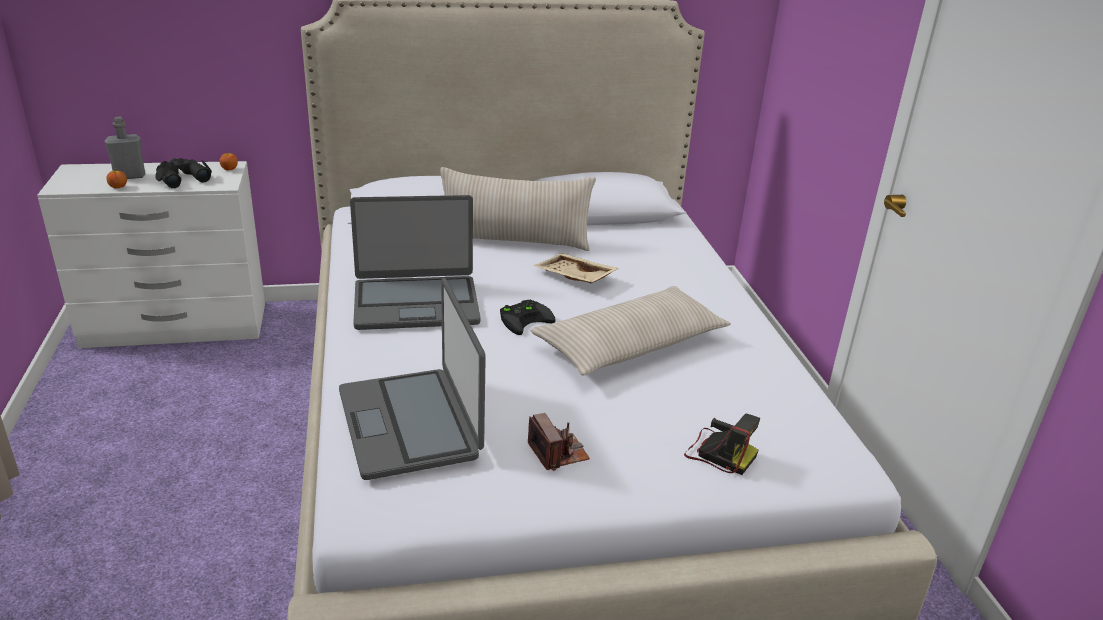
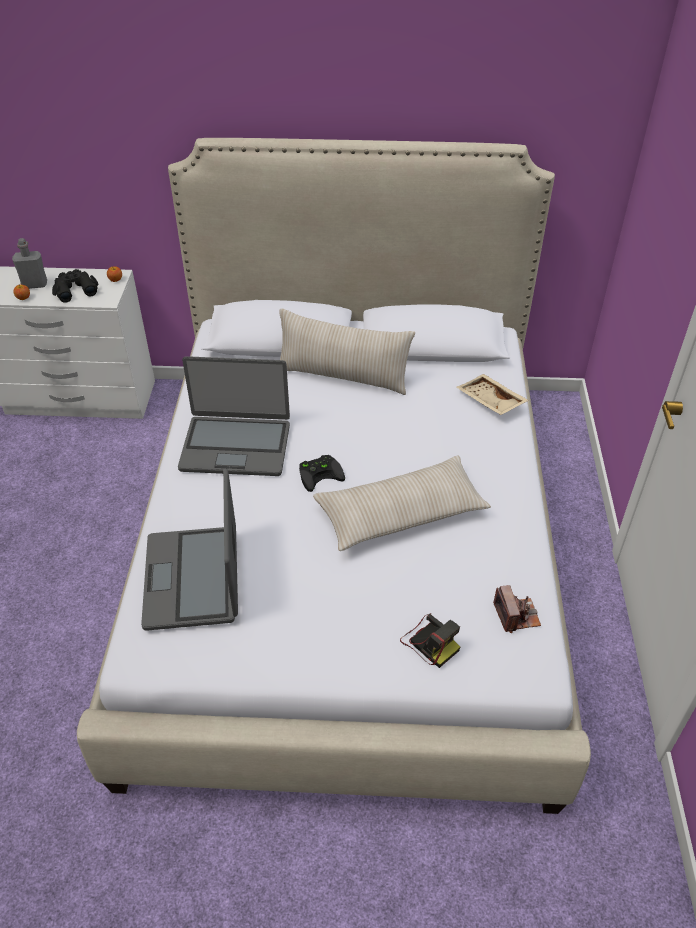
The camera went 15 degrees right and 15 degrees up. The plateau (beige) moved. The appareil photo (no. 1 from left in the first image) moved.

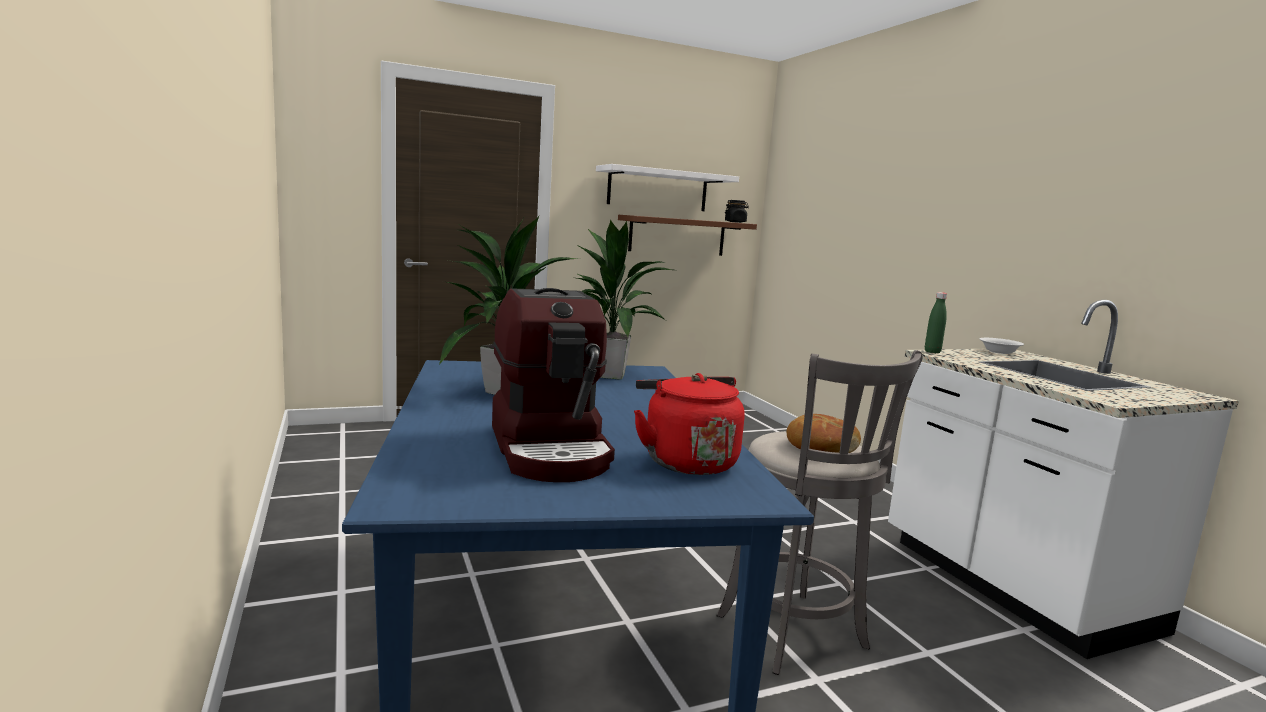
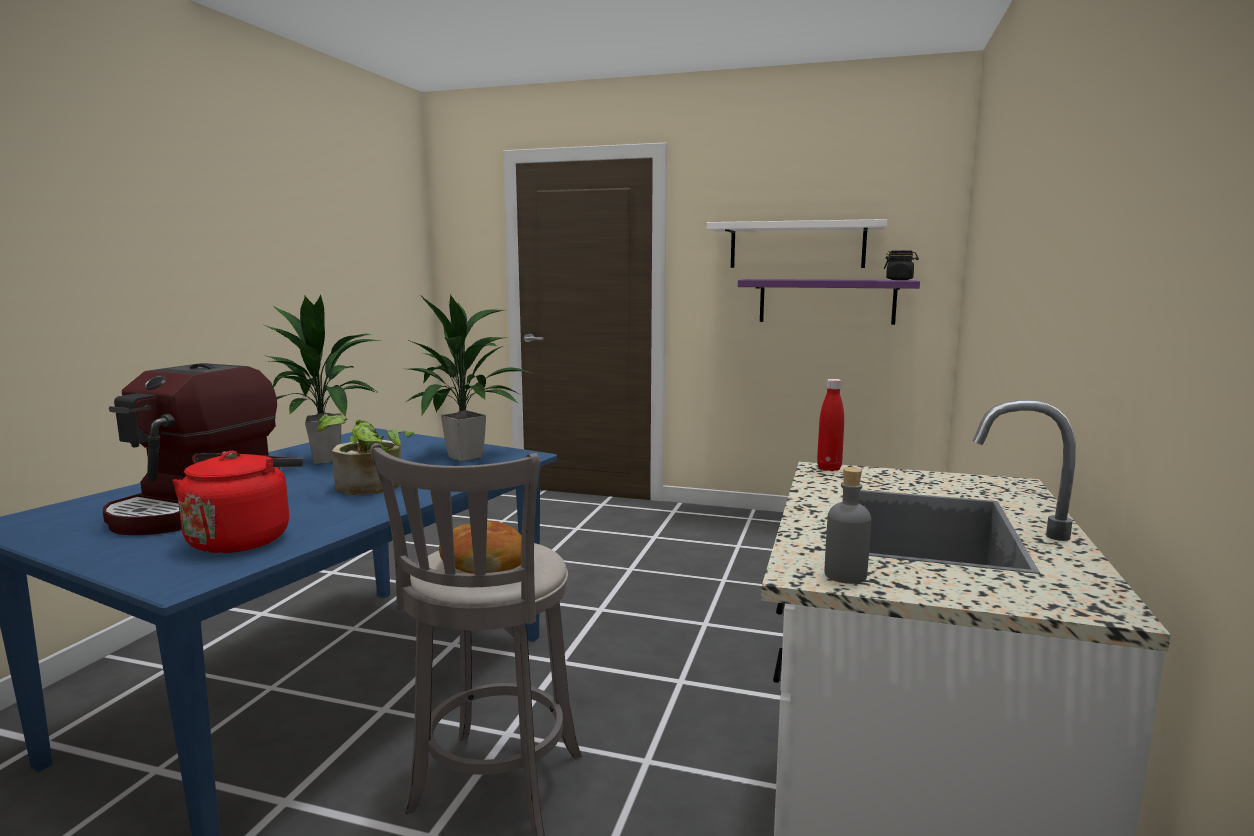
The camera went 40 degrees right and 0 degrees up. The étagère (marron) became the étagère (violet). The bouteille (vert) became the bouteille (rouge). The bol (blanc) disappeared. The plante en pot (no. 2 from left) appeared. The bouteille (gris) appeared.

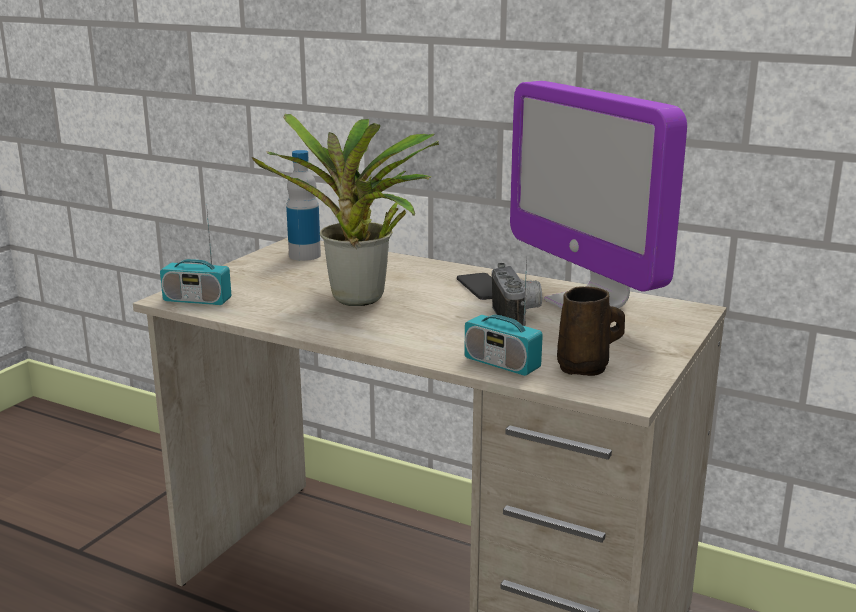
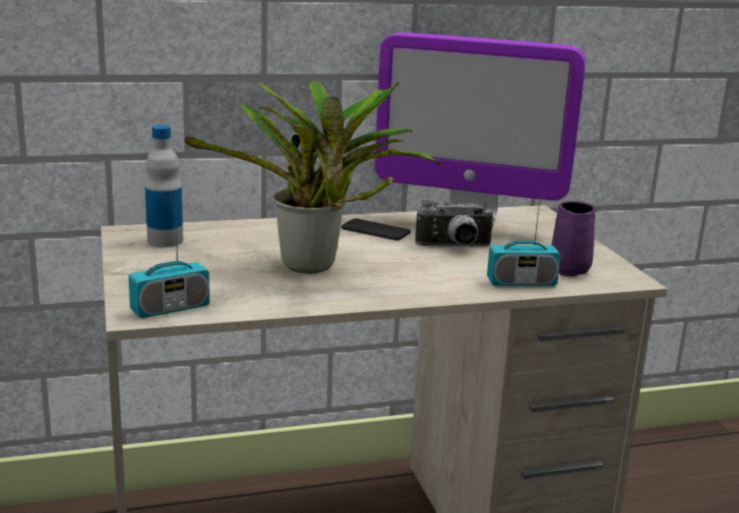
The camera went 45 degrees left and 0 degrees up. The appareil photo turned 135 degrees clockwise. The mug (marron) became the mug (violet).

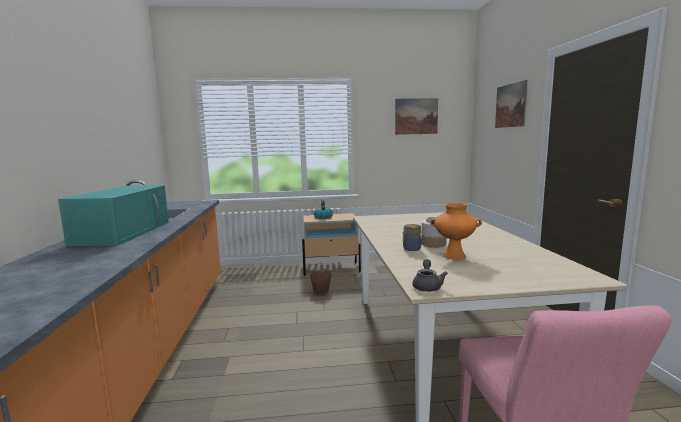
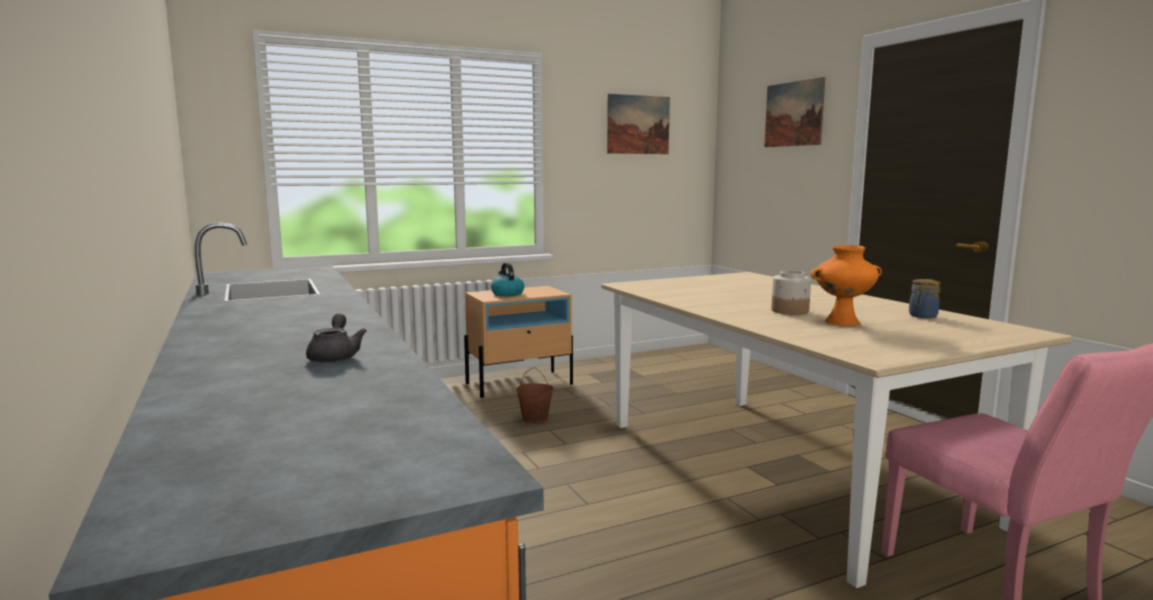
The camera went 20 degrees left and 0 degrees up. The micro-ondes (turquoise) disappeared. The bocal (no. 1 from left in the first image) moved. The théière (gris) moved.

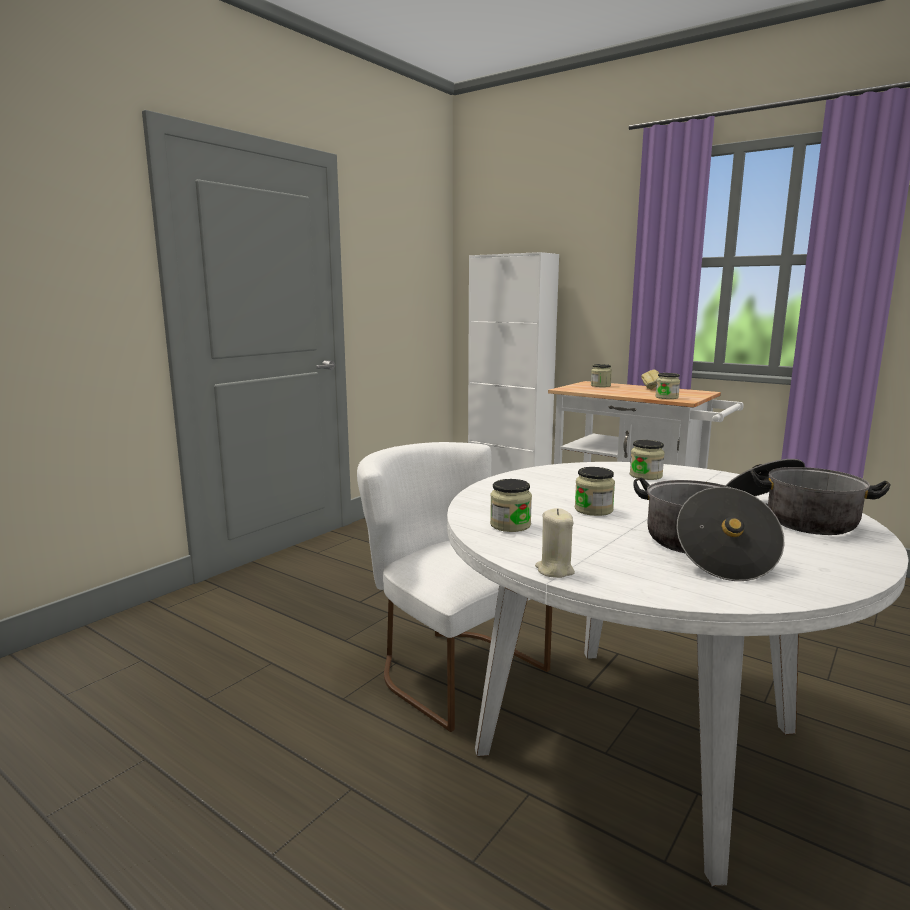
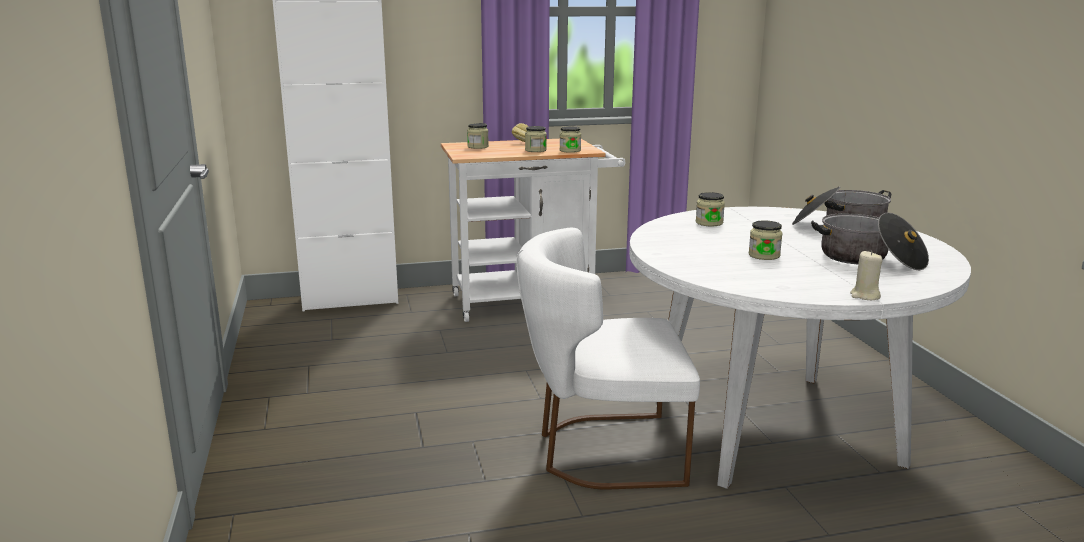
The camera went 50 degrees left and 5 degrees up. The bocal (no. 1 from left in the first image) moved.

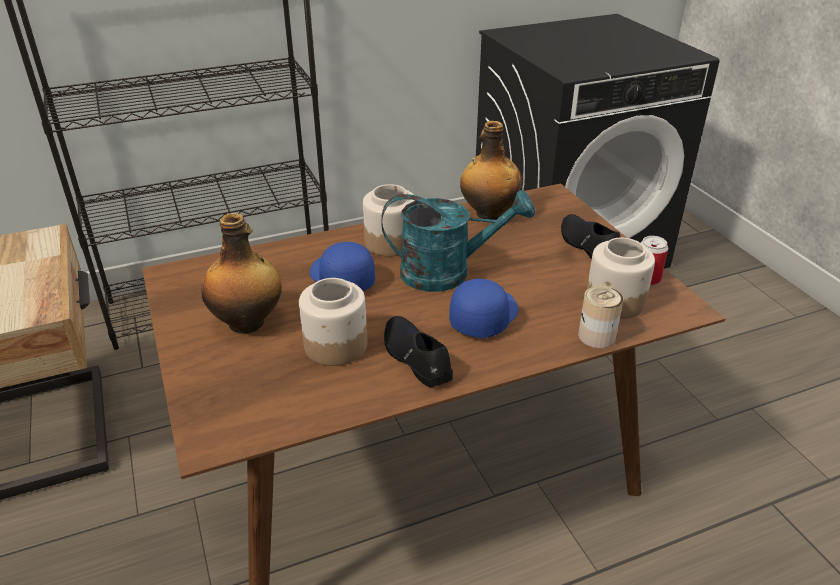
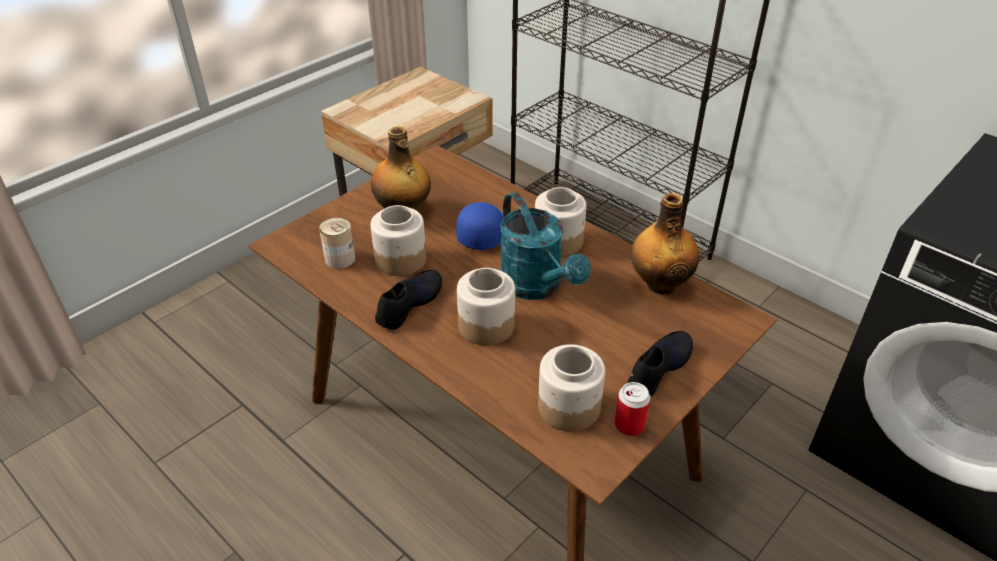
The camera went 65 degrees right and 5 degrees up. The casquette (bleu) (no. 2 from left) was replaced by the bocal (no. 2 from left). The boîte métallique (no. 1 from left) moved.

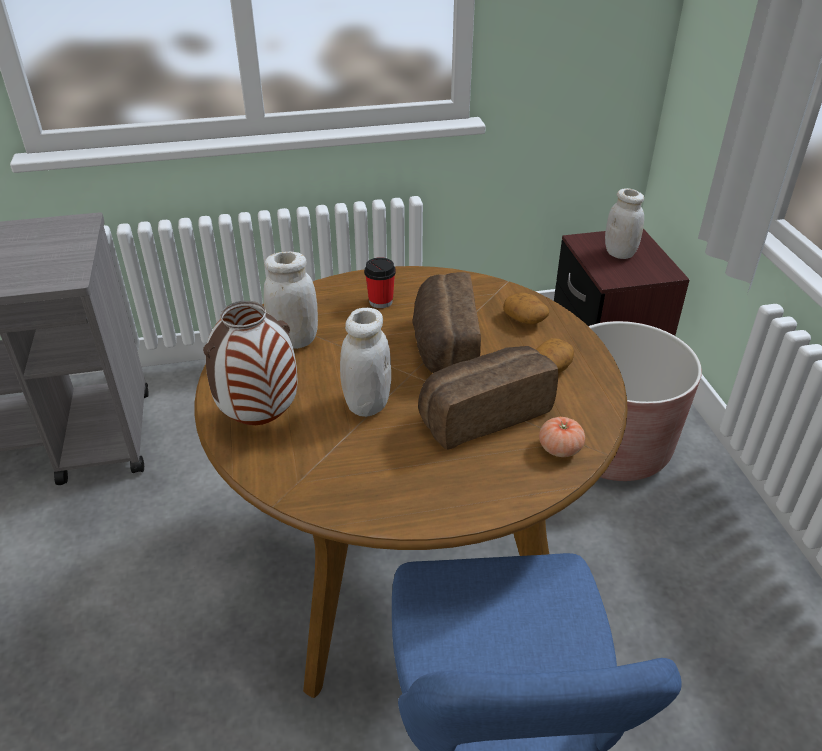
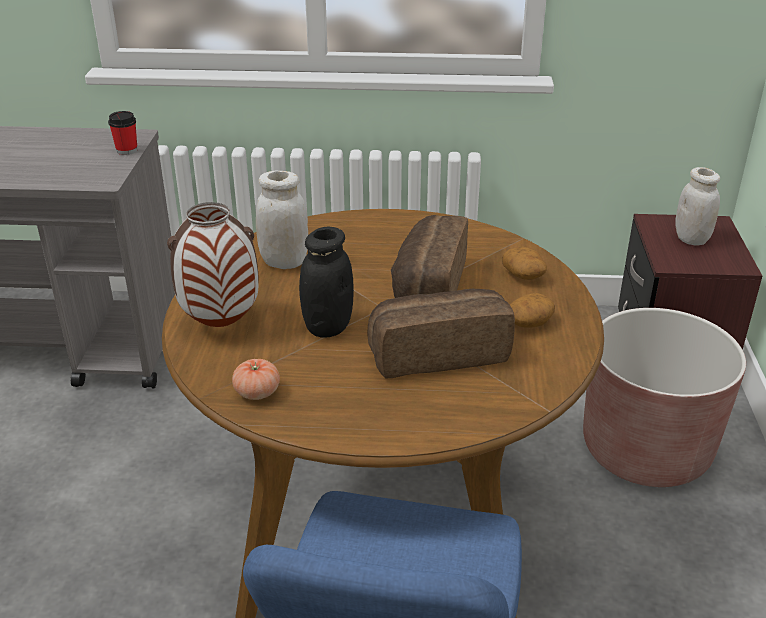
The camera went 15 degrees right and 5 degrees down. The tasse moved. The bocal (blanc) (no. 2 from left) became the bocal (noir). The tomate moved.

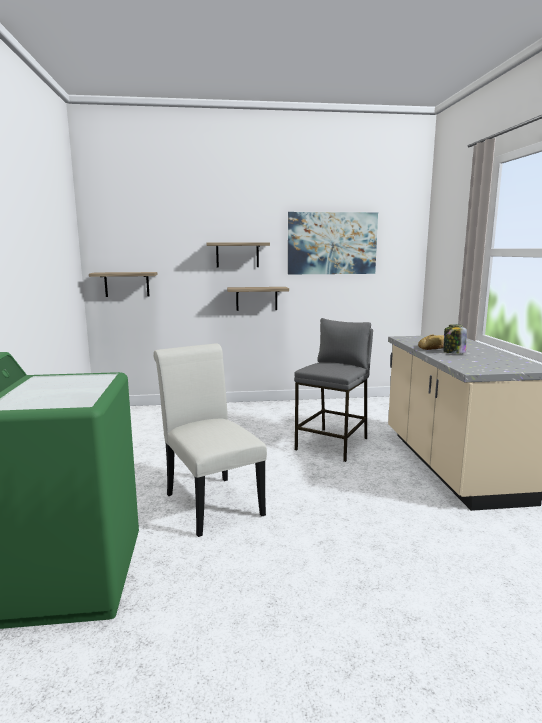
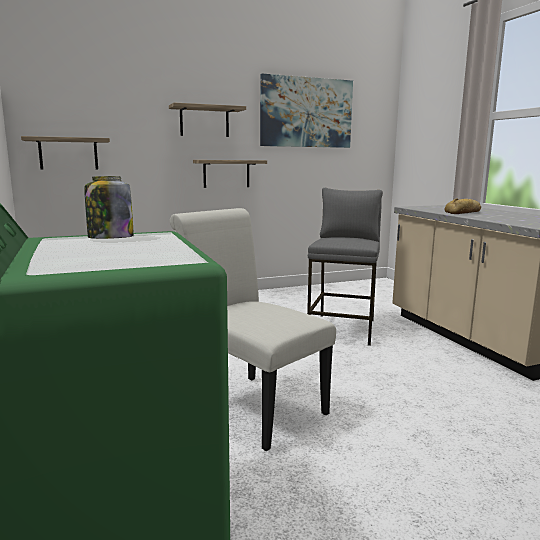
The camera went 15 degrees left and 0 degrees up. The bocal moved.

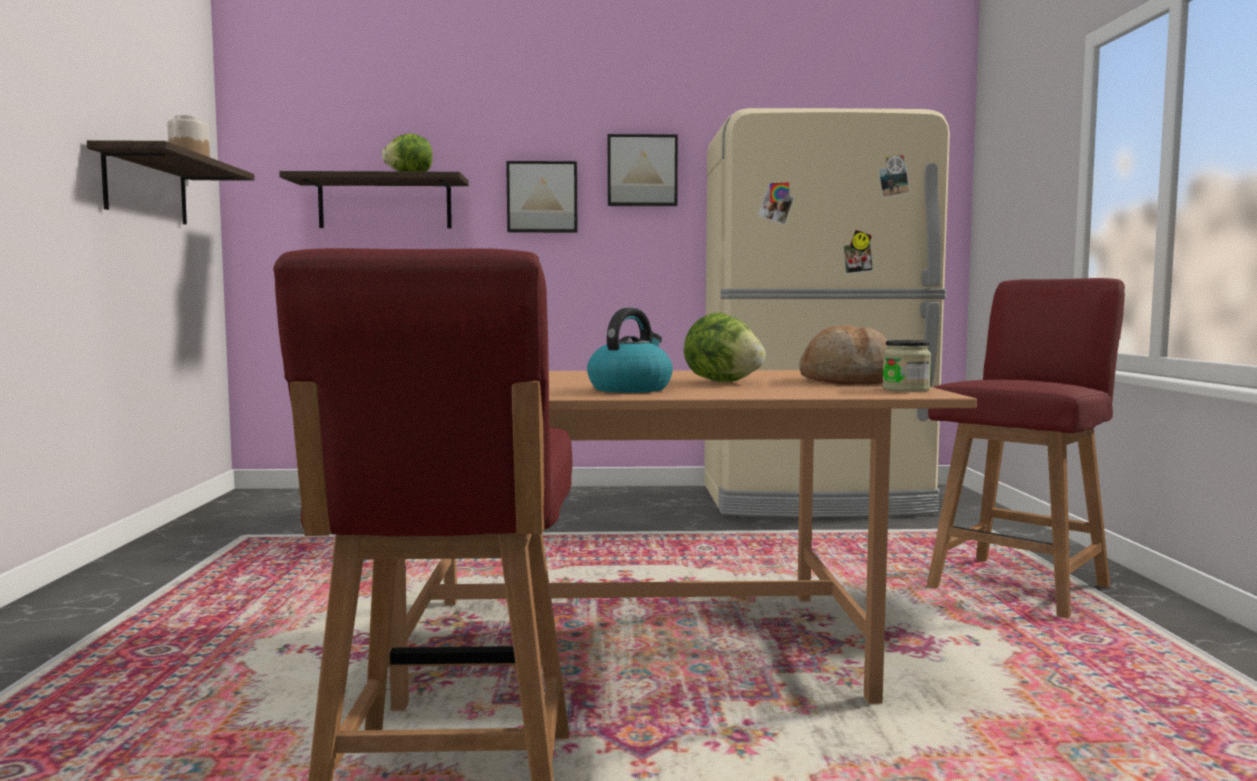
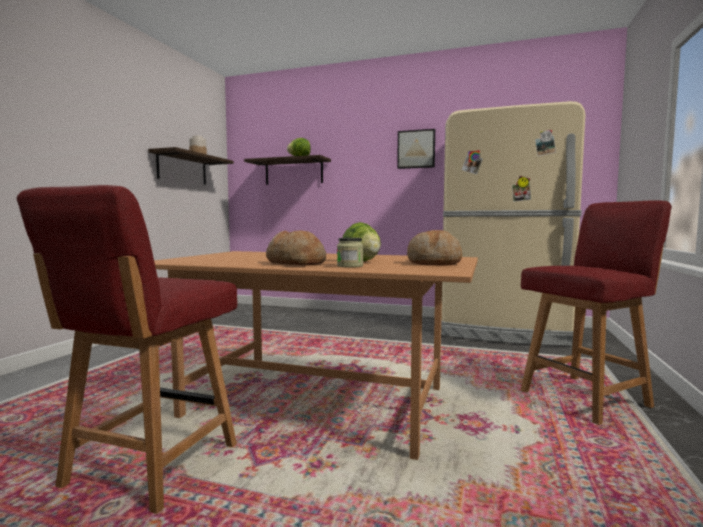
The camera went 20 degrees right and 0 degrees up. The tableau (no. 1 from left) disappeared. The bouilloire was replaced by the pain (no. 1 from left). The bocal (no. 2 from left) moved.

